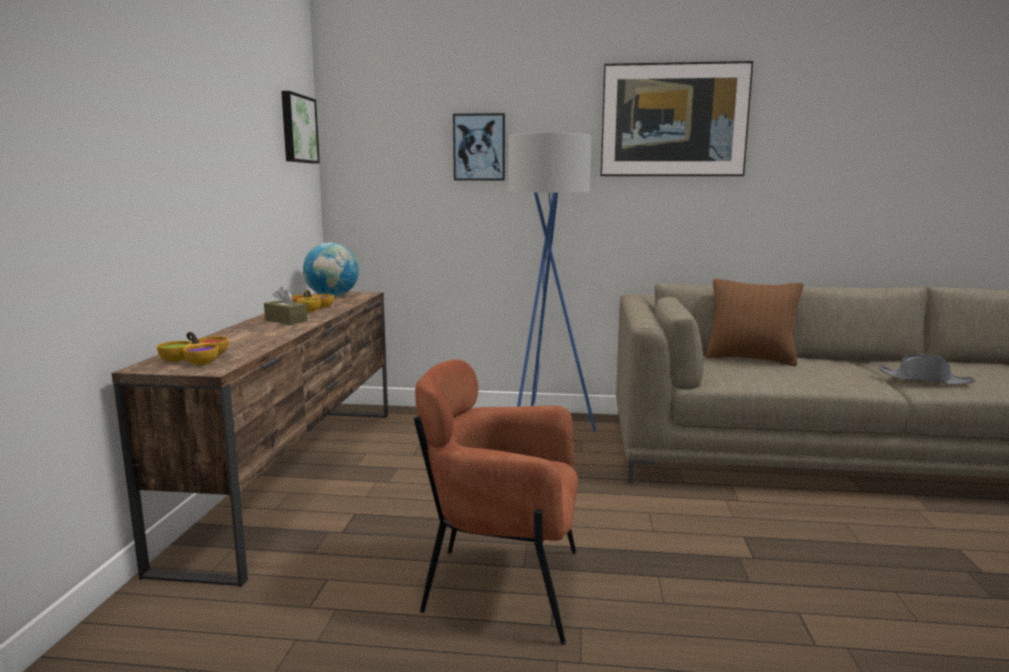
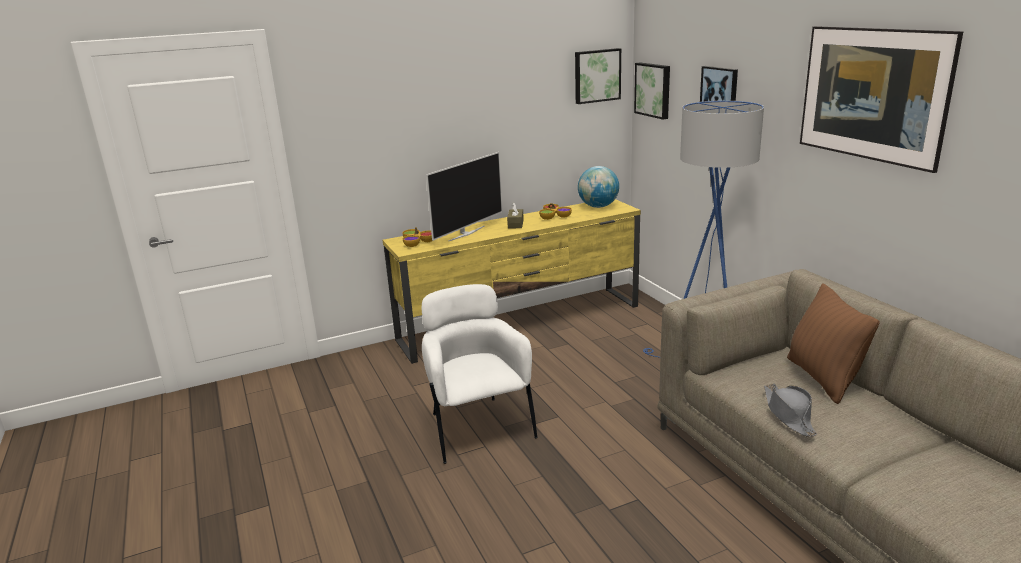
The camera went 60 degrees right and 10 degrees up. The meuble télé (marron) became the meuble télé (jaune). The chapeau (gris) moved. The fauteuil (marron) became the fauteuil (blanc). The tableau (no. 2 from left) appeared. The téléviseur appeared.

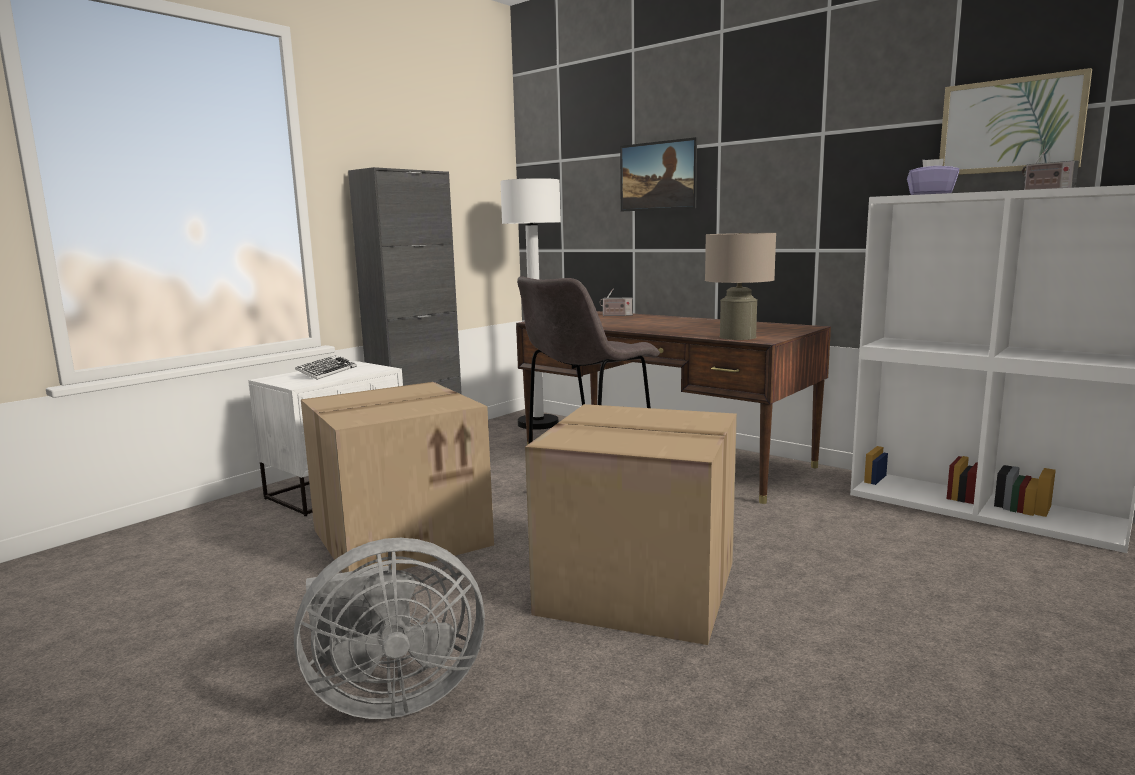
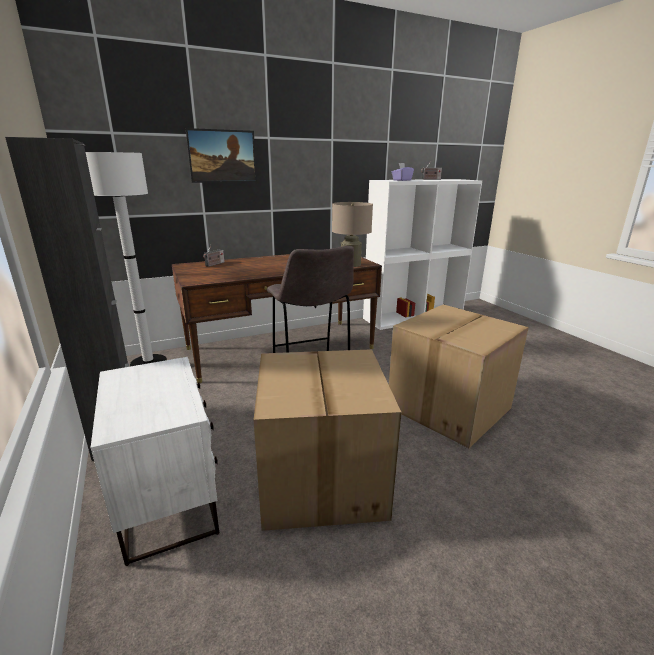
The camera went 65 degrees left and 10 degrees up. The tableau (no. 2 from left) disappeared. The clavier disappeared. The ventilateur (gris) disappeared.

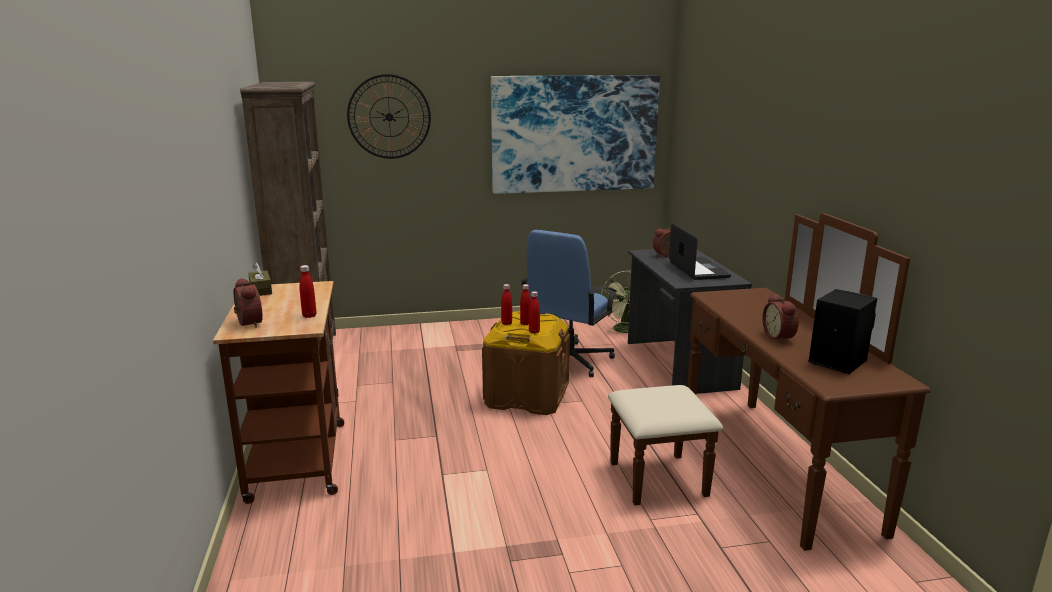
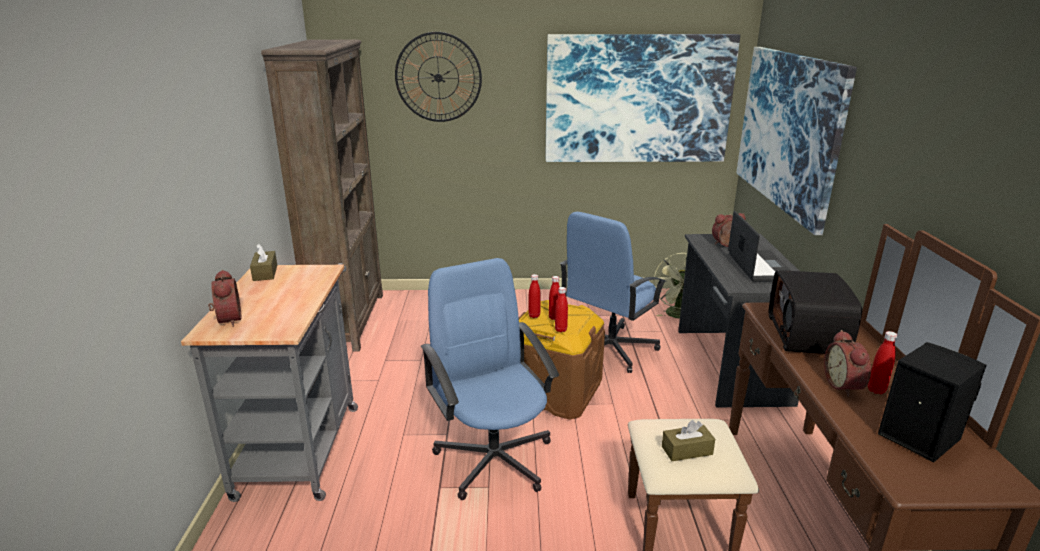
The camera went 10 degrees right and 5 degrees up. The bouteille (rouge) (no. 1 from left in the first image) moved. The chariot (marron) became the chariot (gris). The tableau (no. 2 from left) appeared. The chaise de bureau (bleu) (no. 1 from left) appeared. The radio appeared. The boîte à mouchoirs (marron) (no. 2 from left) appeared.

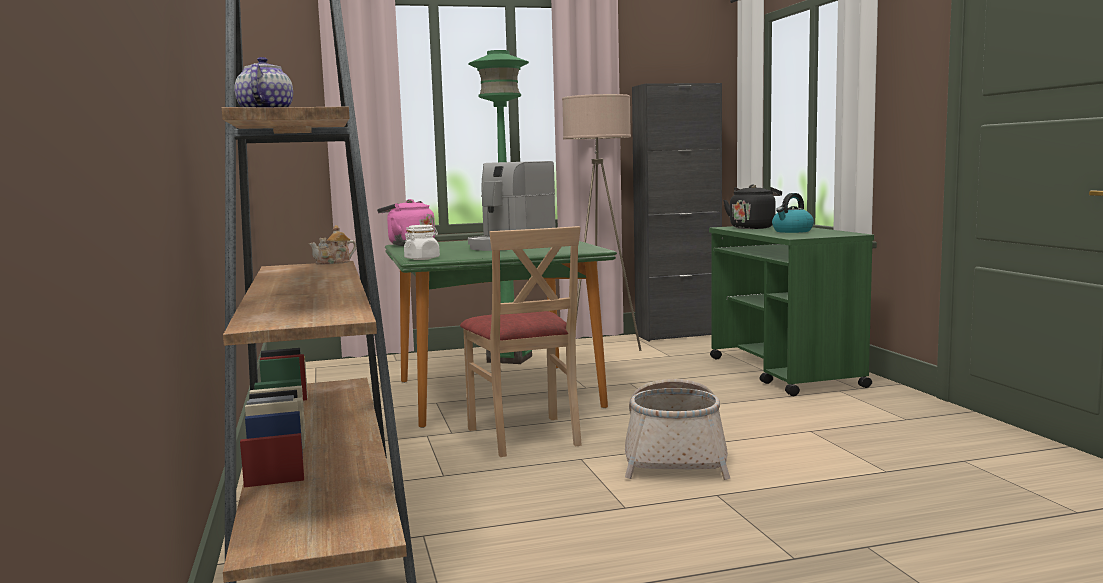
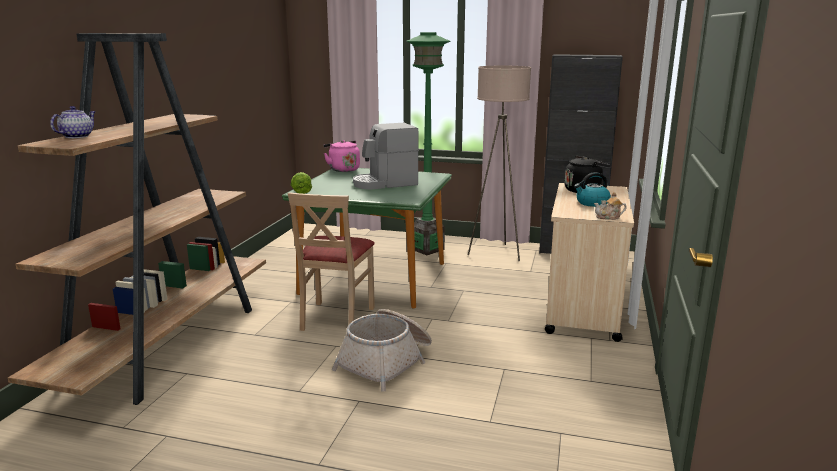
The camera went 30 degrees right and 10 degrees up. The théière (no. 2 from left) moved. The bocal (blanc) was replaced by the laitue. The chariot (vert) became the chariot (beige).

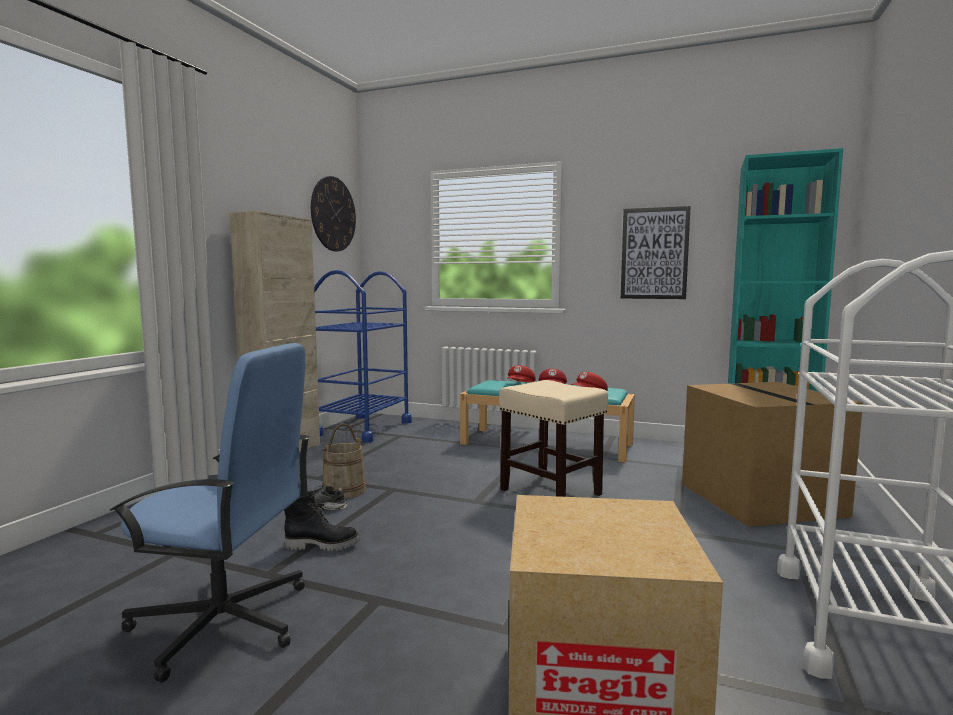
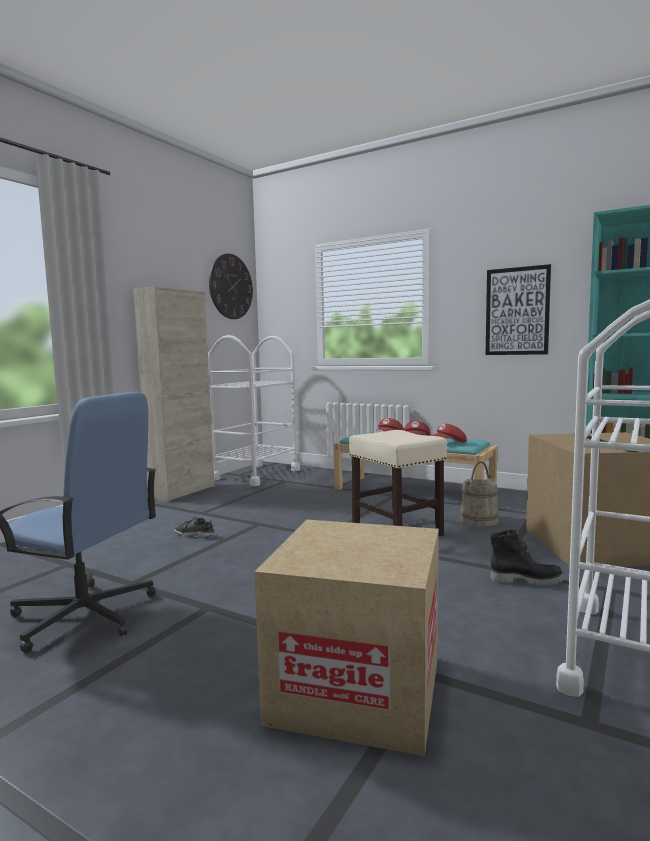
The camera went 10 degrees right and 0 degrees up. The chariot (bleu) became the chariot (blanc) (no. 1 from left). The seau (beige) moved. The botte (noir) moved.

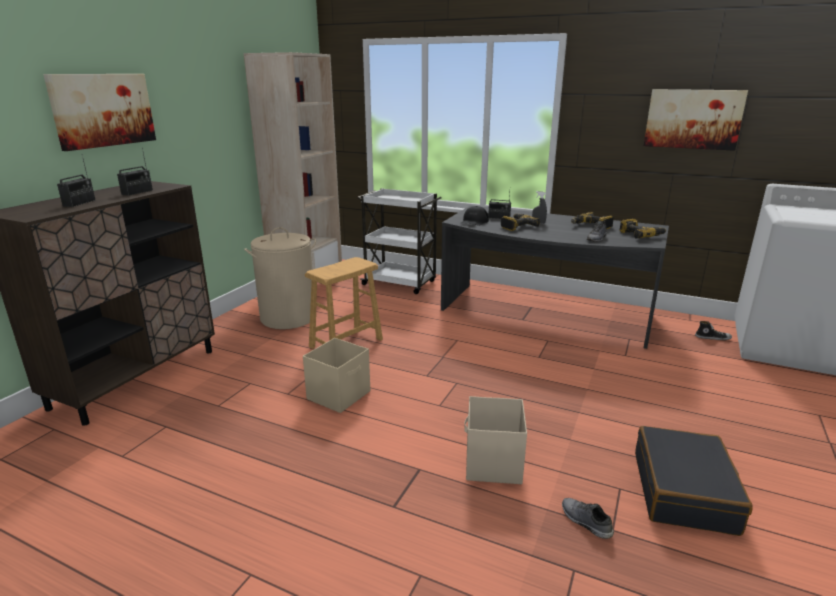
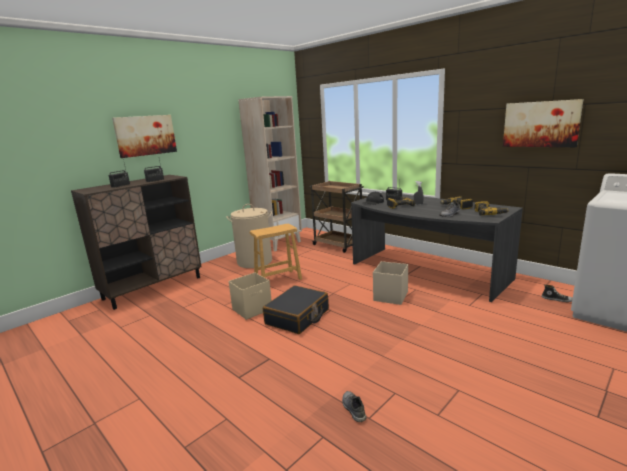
The camera went 20 degrees right and 5 degrees down. The chariot (blanc) became the chariot (marron). The boîte de rangement (beige) (no. 2 from left) moved. The valise (noir) moved.

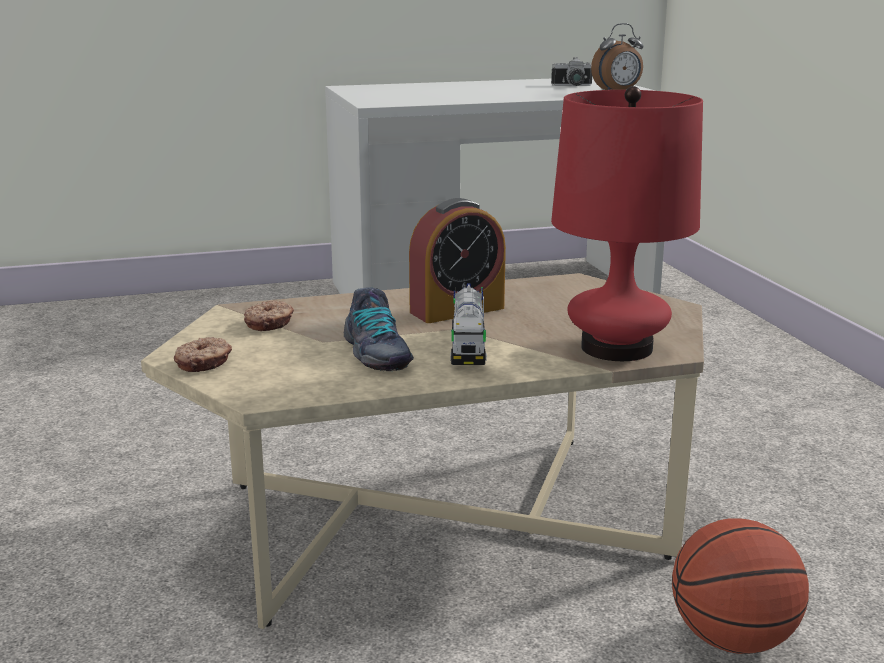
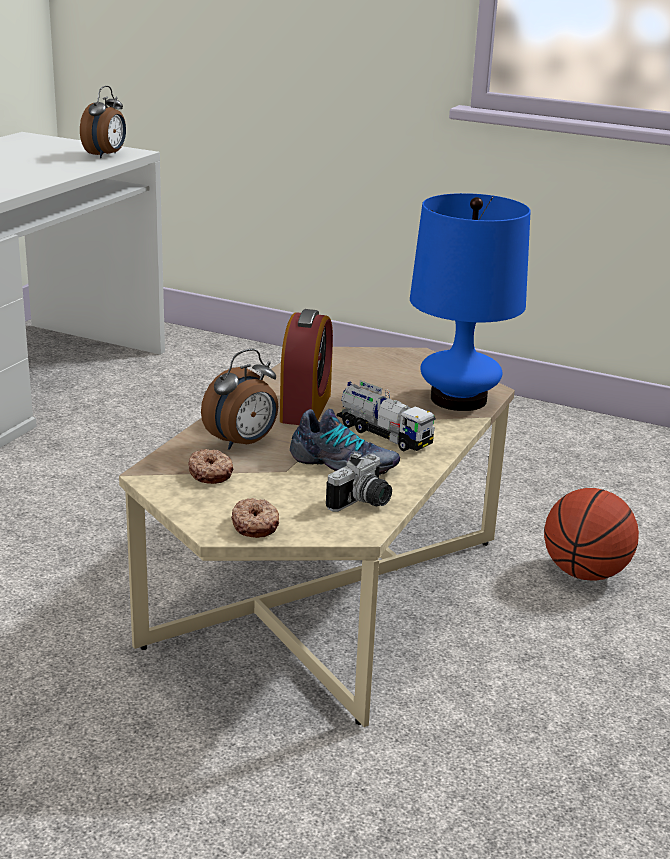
The camera went 50 degrees left and 5 degrees up. The appareil photo moved. The lampe de table (rouge) became the lampe de table (bleu). The réveil (no. 2 from left) appeared.

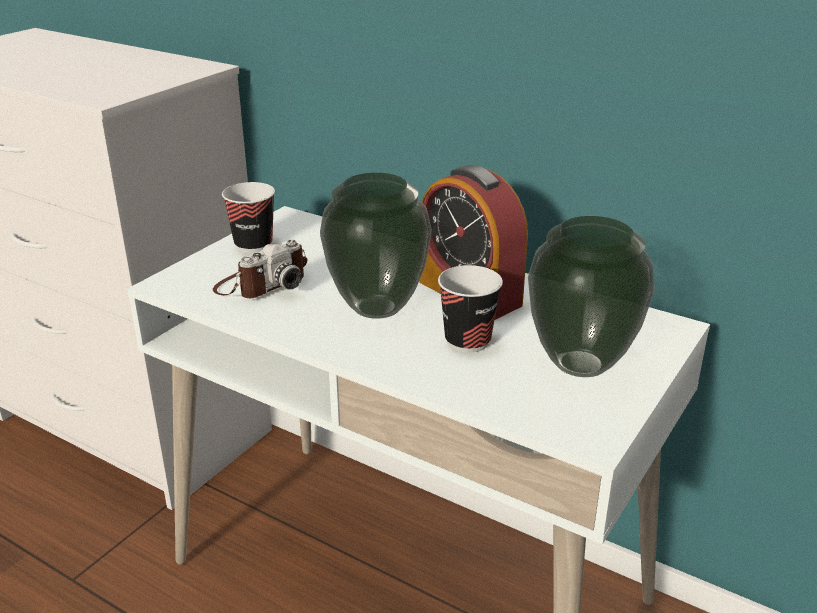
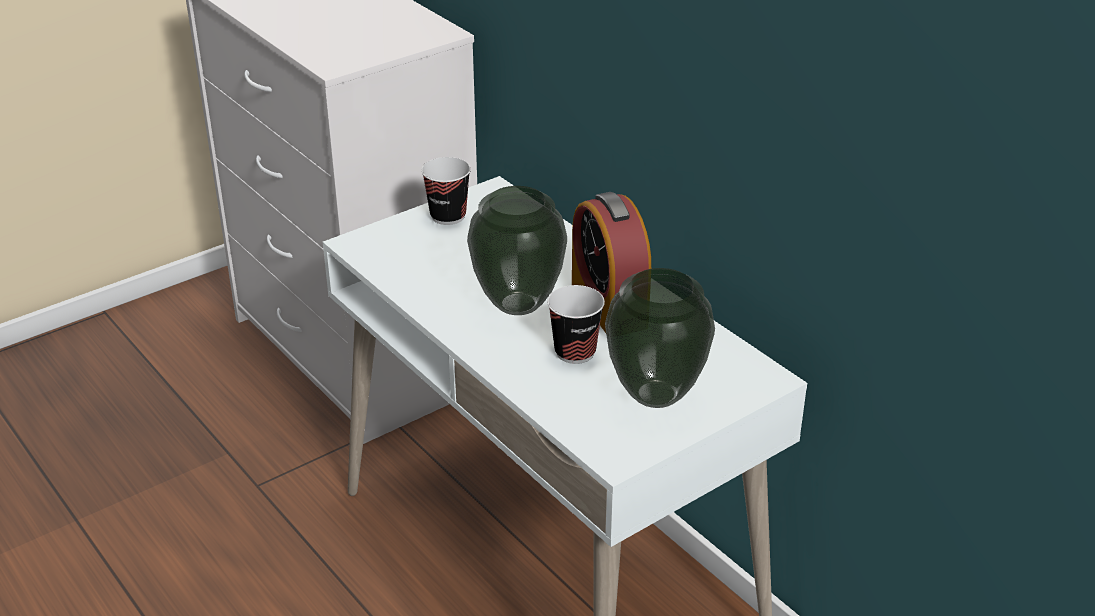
The camera went 20 degrees right and 5 degrees up. The appareil photo disappeared.

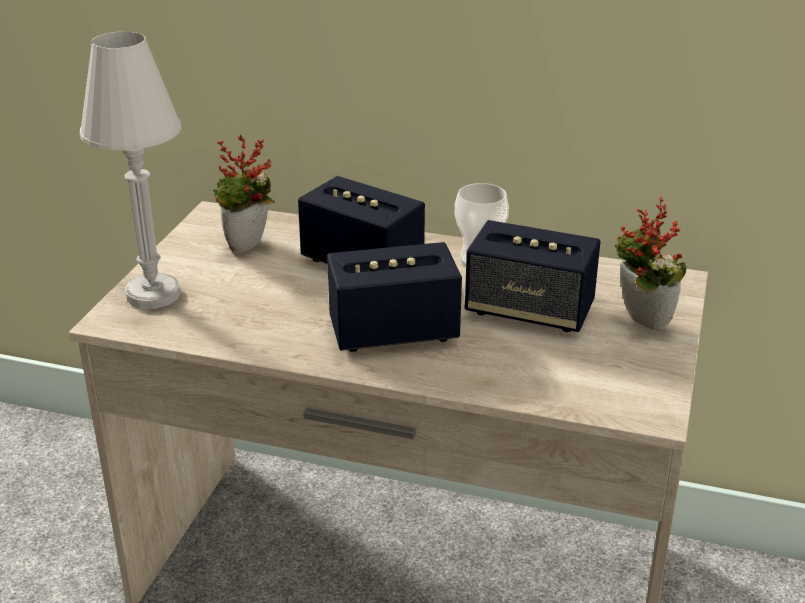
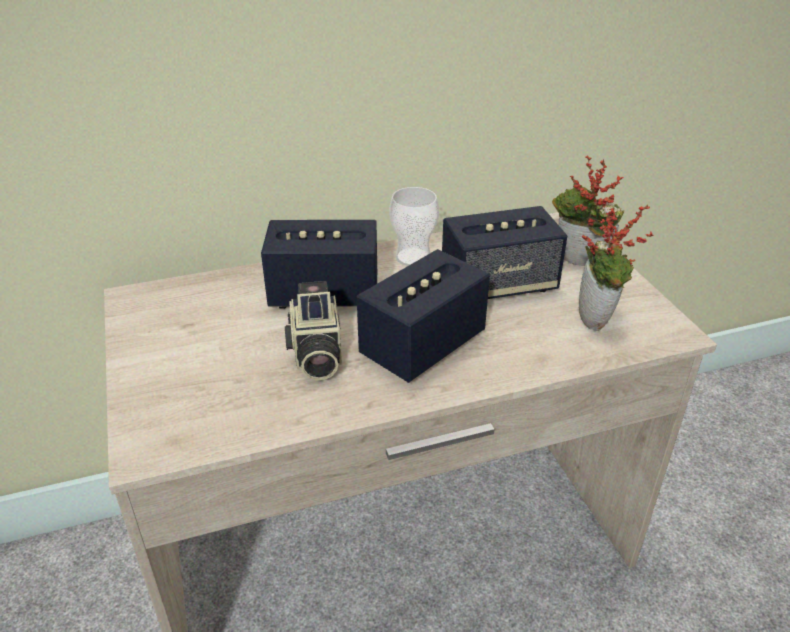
The camera went 35 degrees left and 5 degrees up. The lampe de table (blanc) disappeared. The plante en pot (no. 1 from left in the first image) moved. The appareil photo appeared.

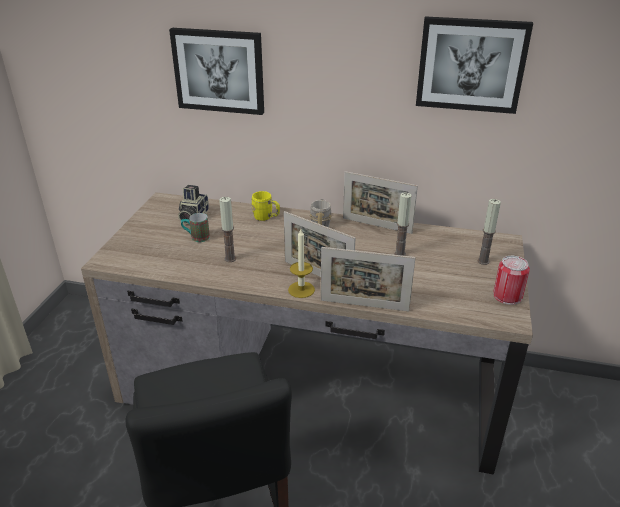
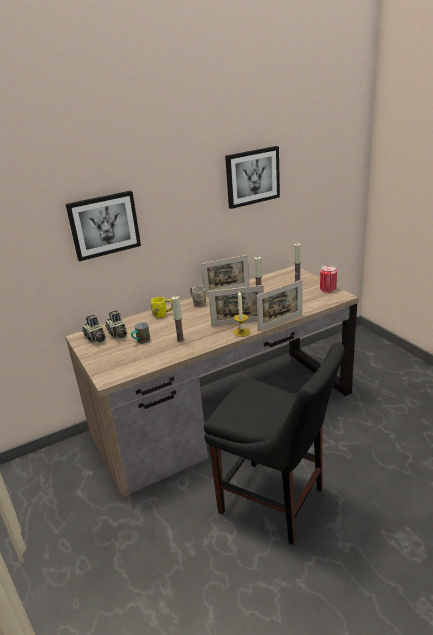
The camera went 40 degrees left and 5 degrees down. The appareil photo (no. 1 from left) appeared.

